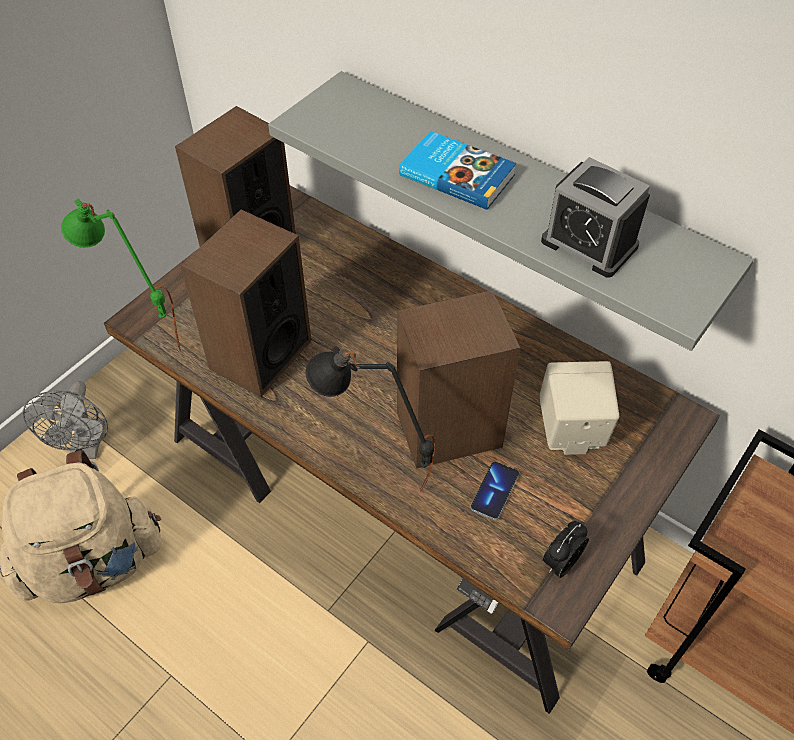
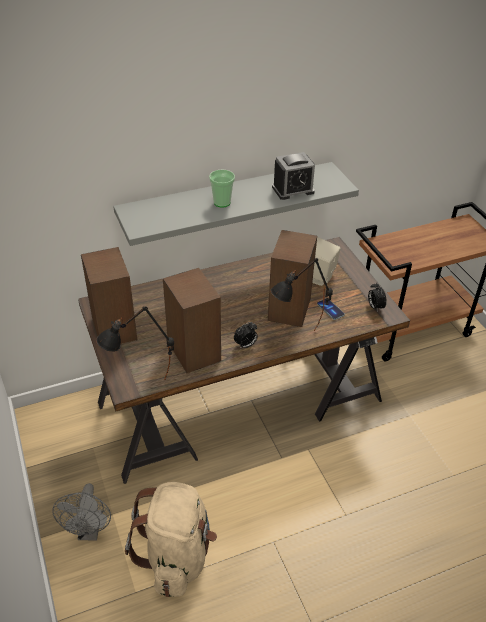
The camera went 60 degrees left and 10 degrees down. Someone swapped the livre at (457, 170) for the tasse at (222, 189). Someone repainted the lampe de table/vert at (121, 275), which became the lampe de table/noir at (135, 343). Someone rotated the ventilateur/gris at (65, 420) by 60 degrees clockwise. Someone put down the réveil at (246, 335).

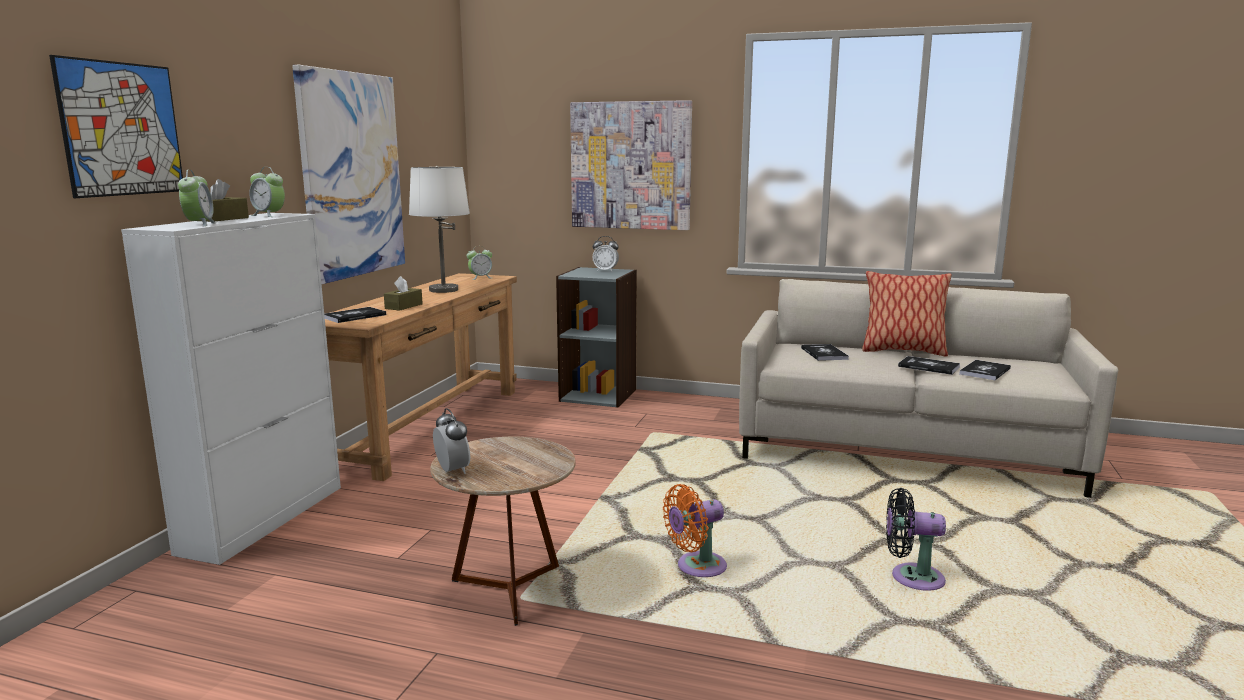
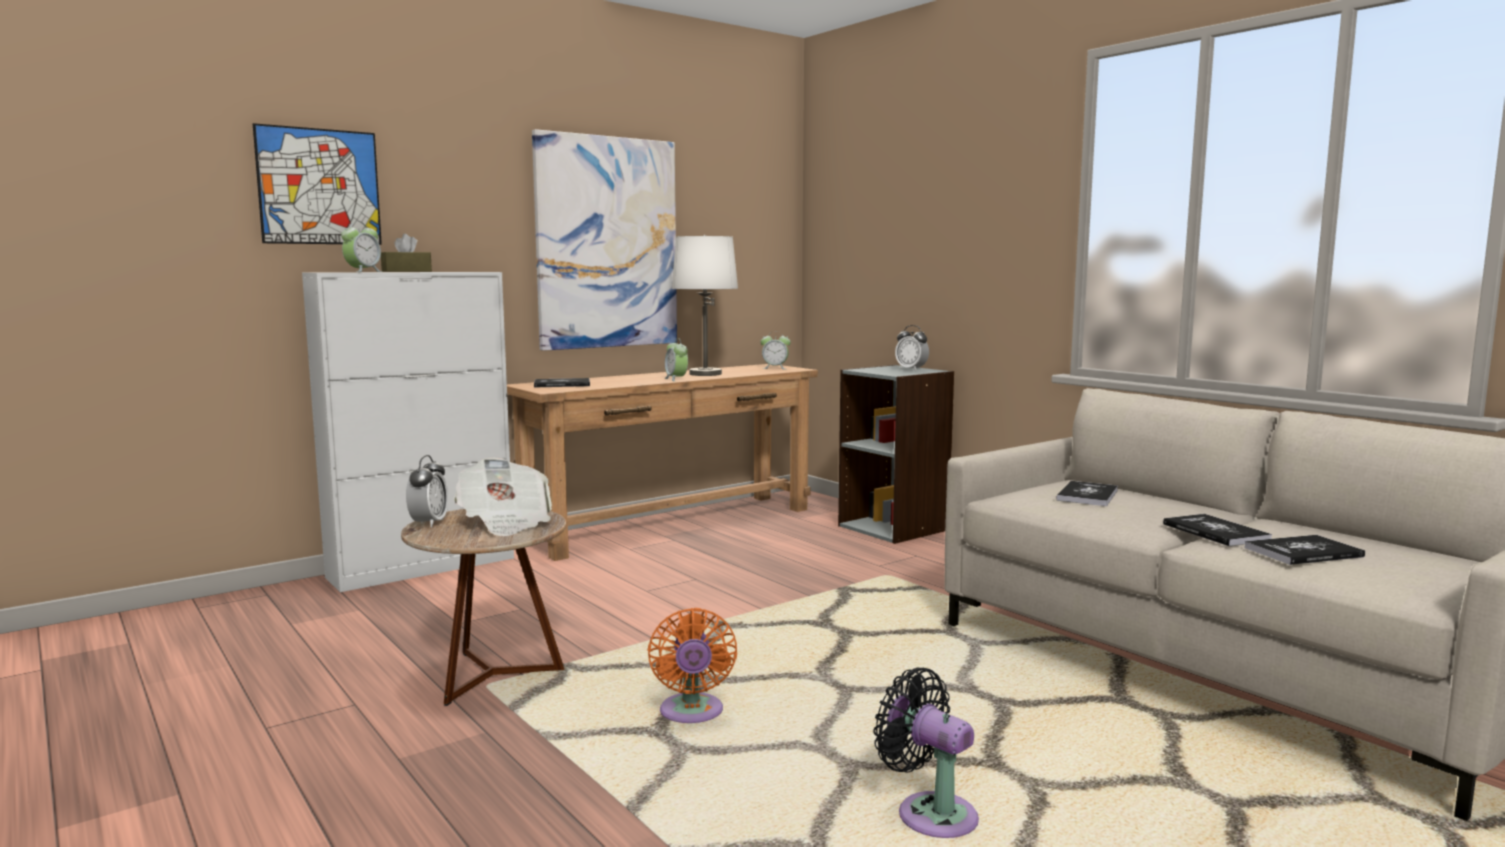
The camera went 35 degrees right and 5 degrees down. Someone took away the tableau at (631, 165). Someone carried the réveil from (267, 192) to (676, 360). Someone took away the coussin at (907, 314). Someone took away the boîte à mouchoirs/marron at (403, 293). Someone rotated the ventilateur/orange at (695, 530) by 105 degrees counterclockwise. Someone put down the journal at (503, 497).

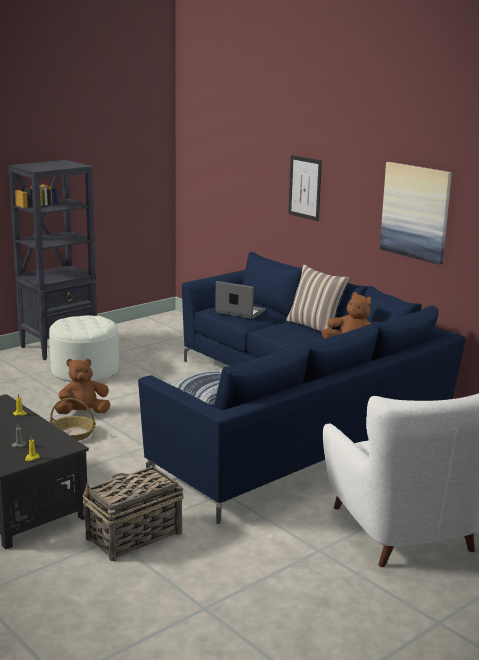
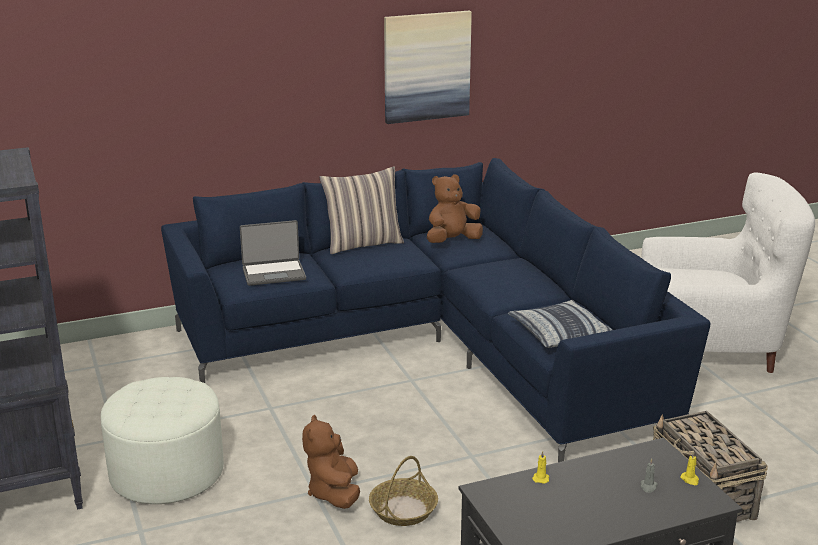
The camera went 70 degrees left and 5 degrees up. Someone took away the tableau at (305, 188). Someone rotated the ordinateur portable at (240, 300) by 150 degrees counterclockwise.

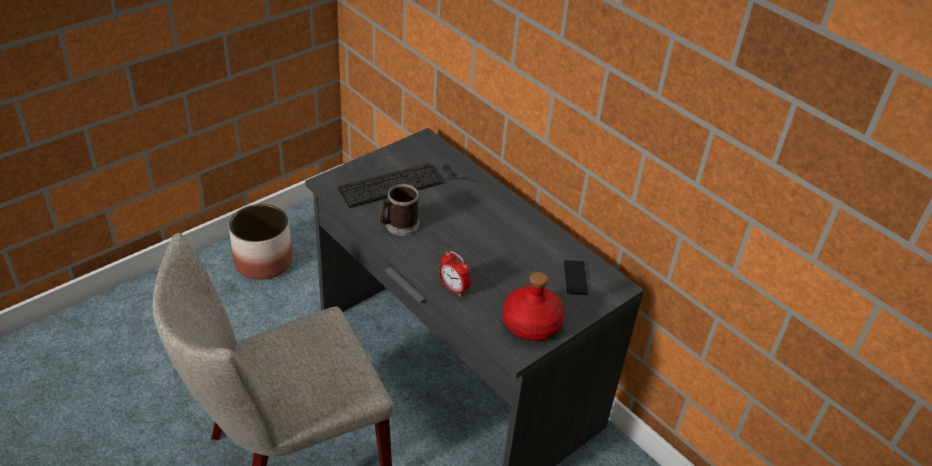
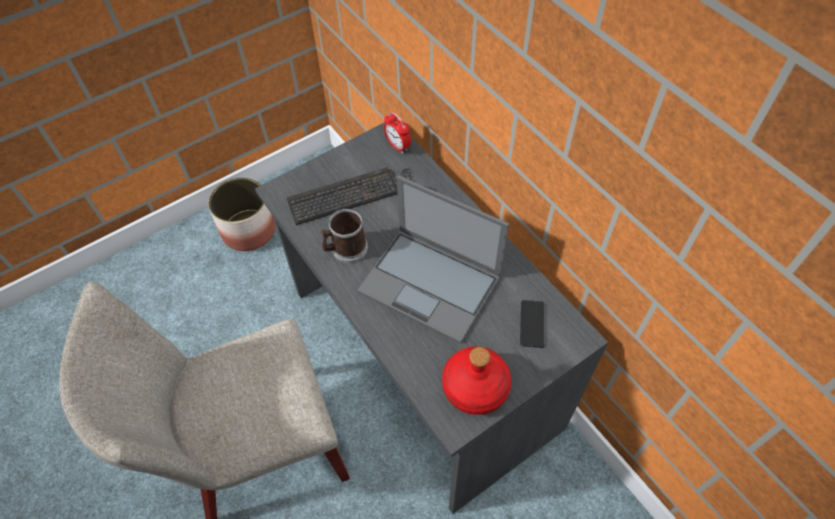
The camera went 10 degrees right and 15 degrees up. Someone carried the réveil from (455, 274) to (397, 133). Someone put down the ordinateur portable at (433, 259).

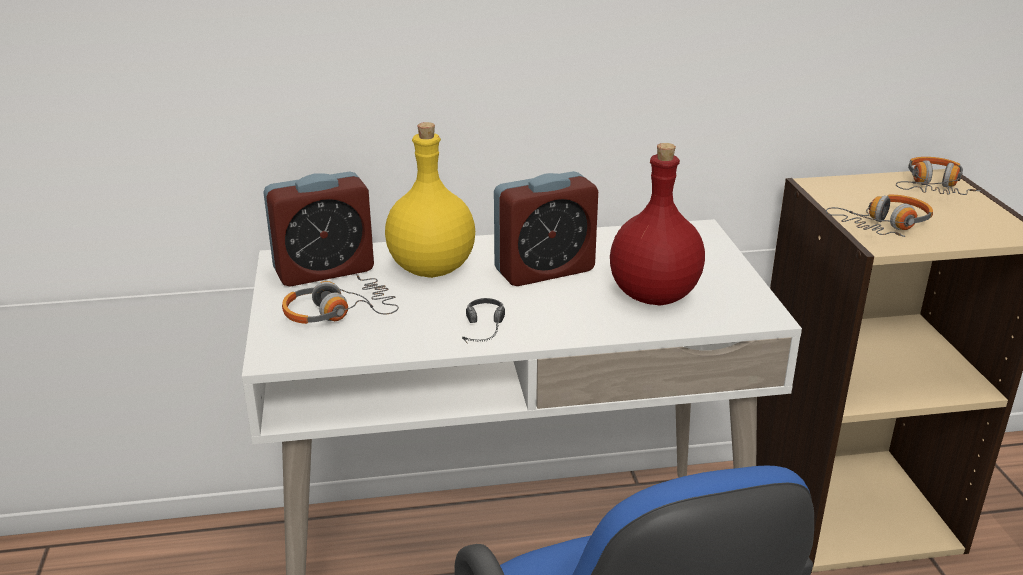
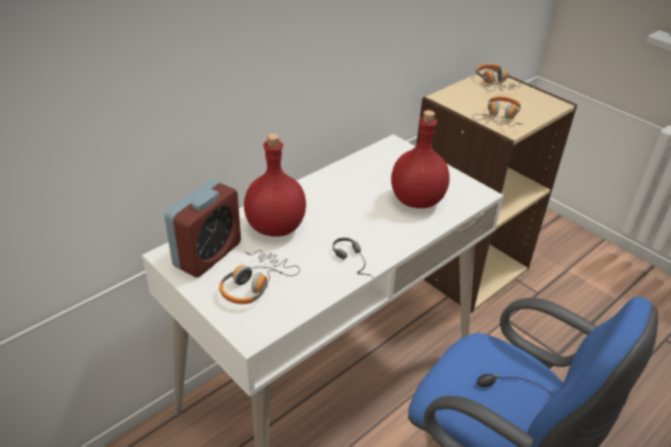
The camera went 35 degrees left and 10 degrees up. Someone repainted the bouteille/jaune at (430, 200), which became the bouteille/rouge at (275, 185). Someone took away the réveil at (546, 228).

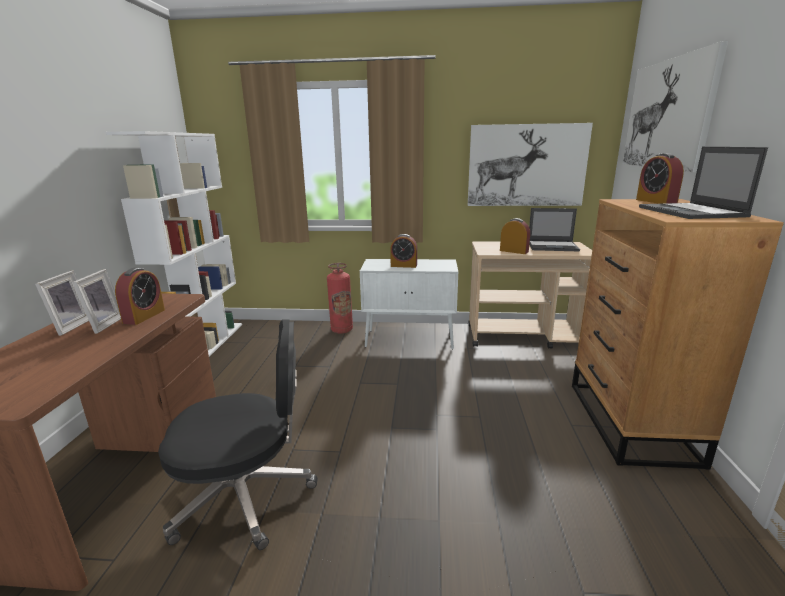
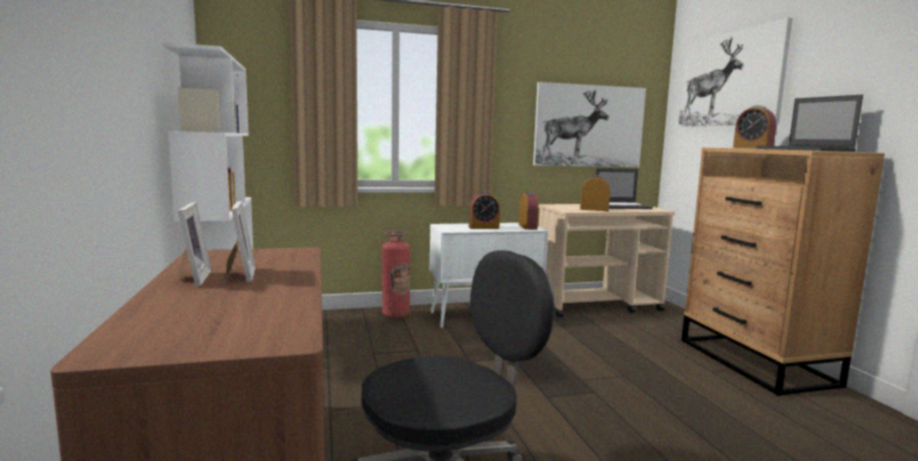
The camera went 20 degrees left and 10 degrees down. Someone carried the réveil from (140, 296) to (529, 211).

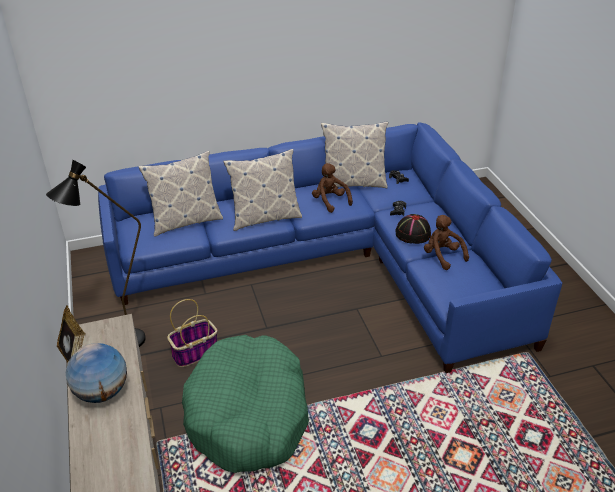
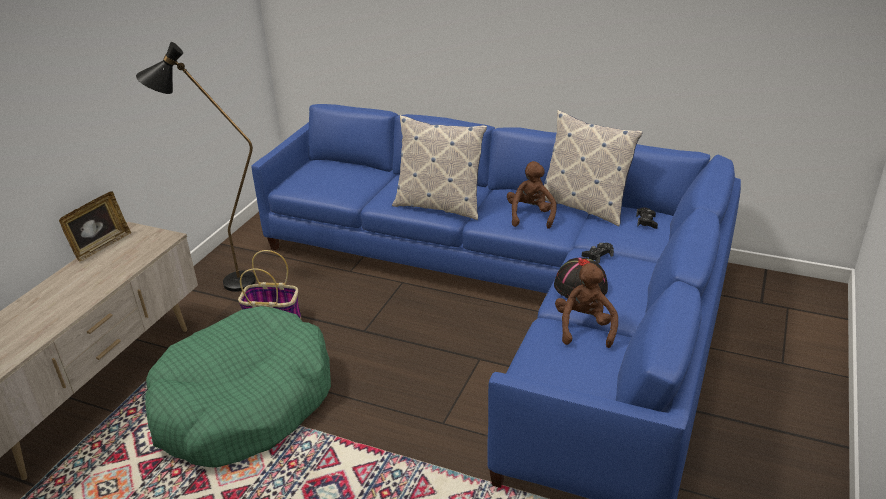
The camera went 40 degrees right and 5 degrees down. Someone took away the coussin at (180, 194). Someone took away the globe at (96, 373).

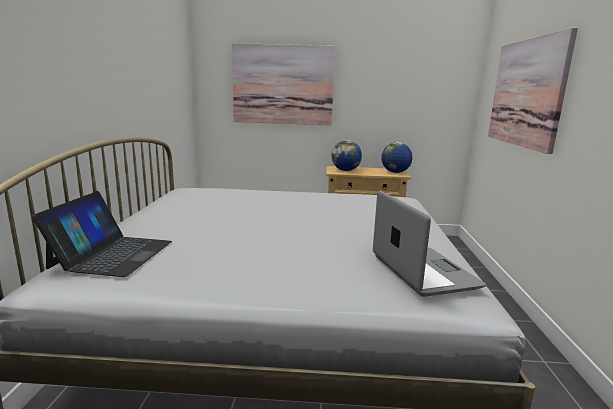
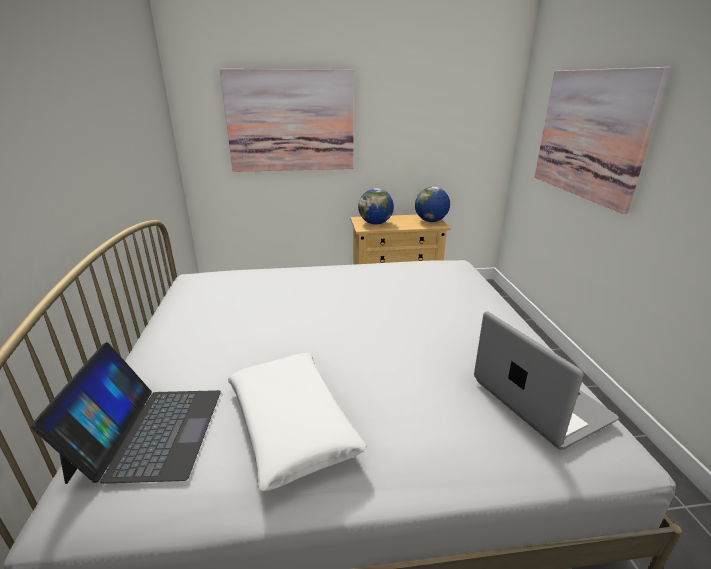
The camera went 10 degrees left and 10 degrees up. Someone put down the coussin/blanc at (297, 422).

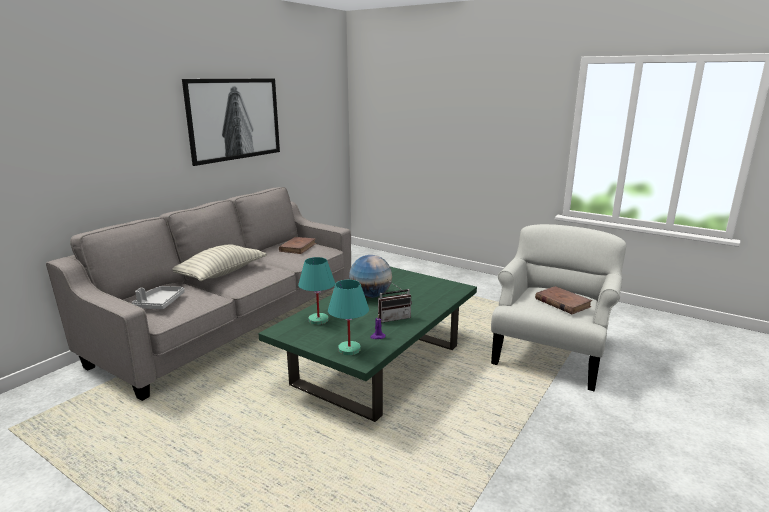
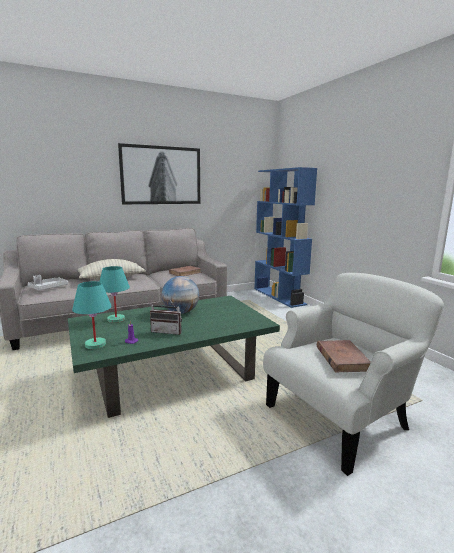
The camera went 30 degrees right and 5 degrees down. Someone put down the bibliothèque/bleu at (285, 237).

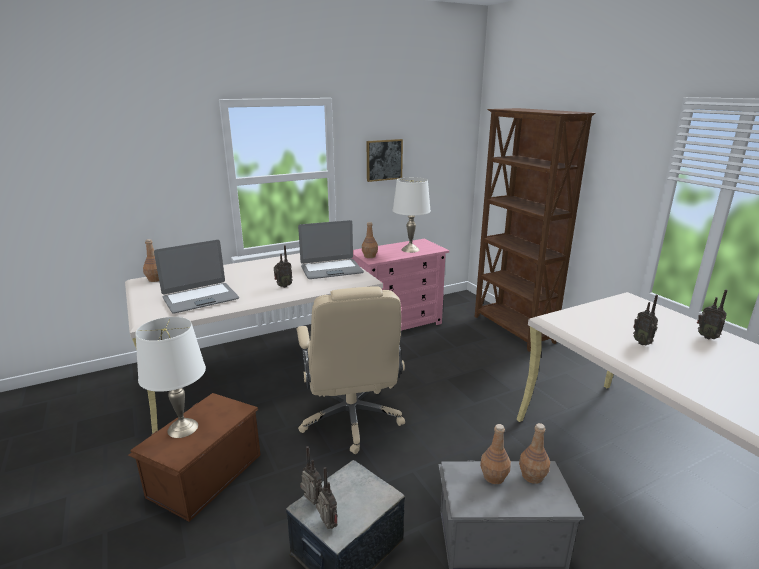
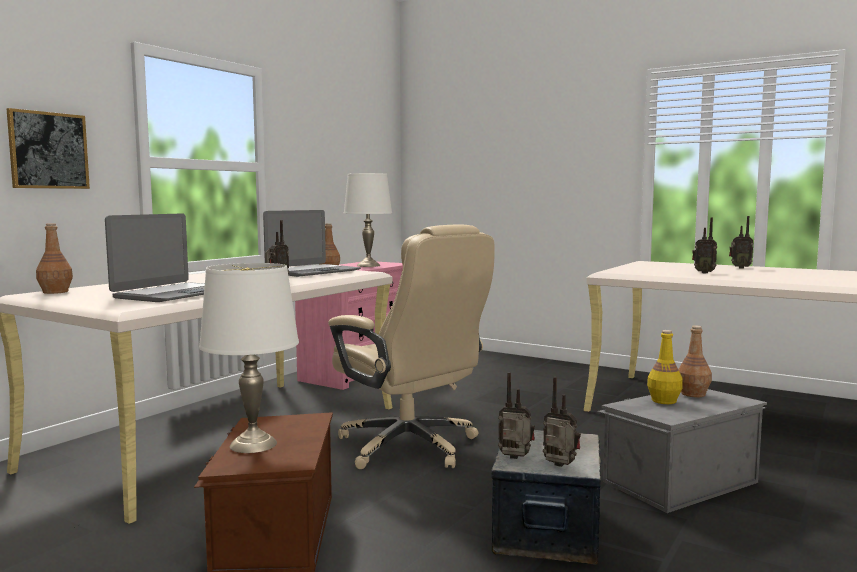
The camera went 30 degrees left and 15 degrees down. Someone took away the bibliothèque/marron at (535, 230). Someone carried the tableau from (385, 160) to (48, 148). Someone repainted the bouteille/marron at (495, 454), which became the bouteille/jaune at (665, 367).

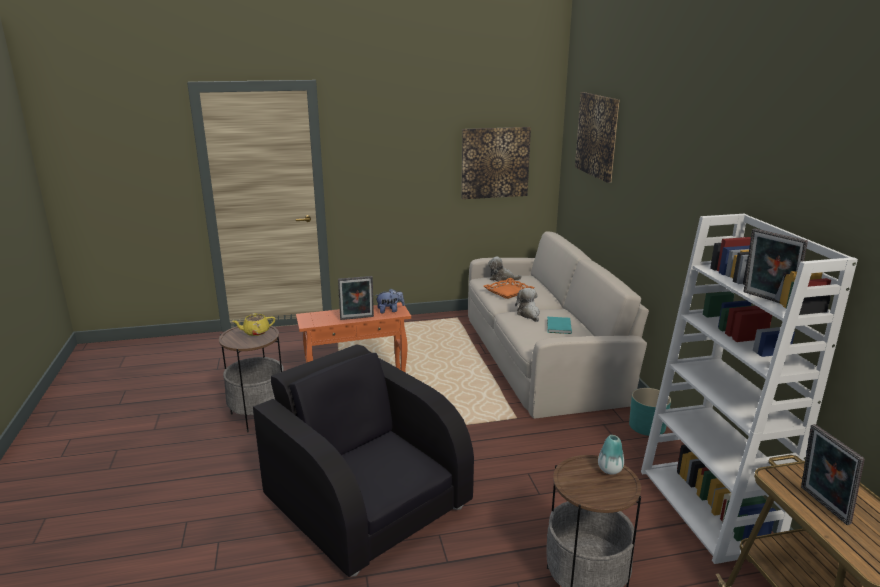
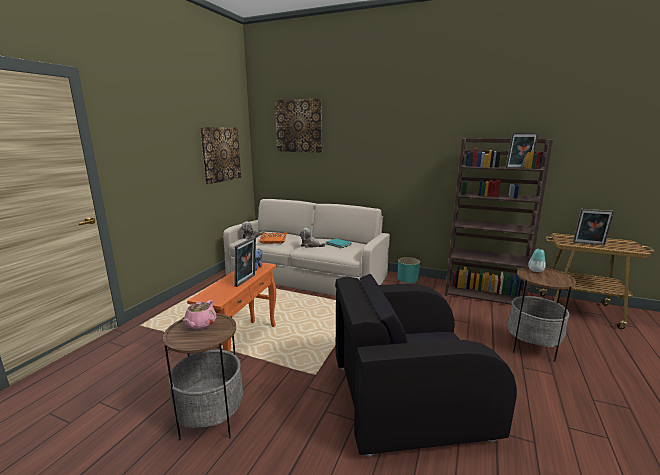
The camera went 55 degrees left and 5 degrees down. Someone repainted the bibliothèque/blanc at (749, 389), which became the bibliothèque/marron at (499, 221). Someone repainted the théière/jaune at (253, 324), which became the théière/rose at (200, 314).

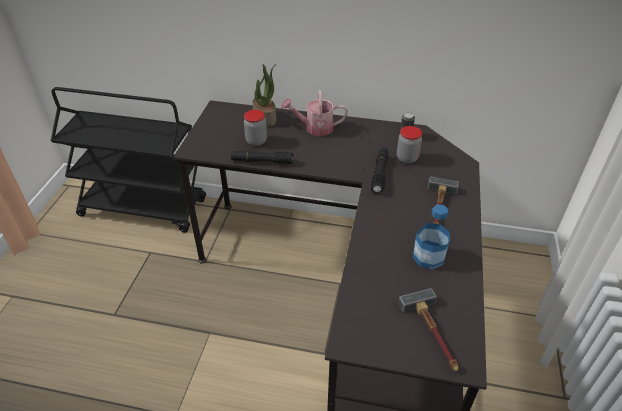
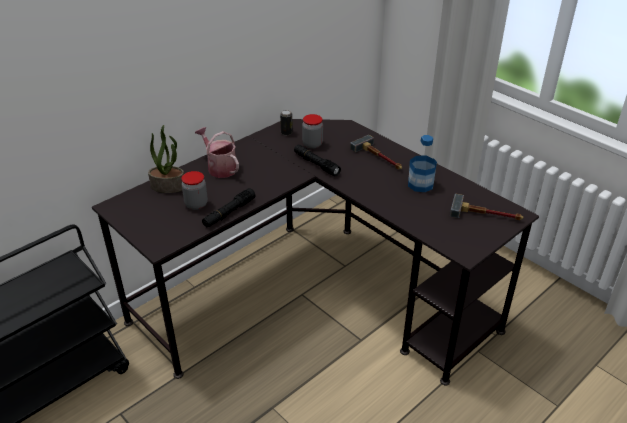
The camera went 55 degrees left and 5 degrees down. Someone rotated the arrosoir at (314, 113) by 105 degrees clockwise.

